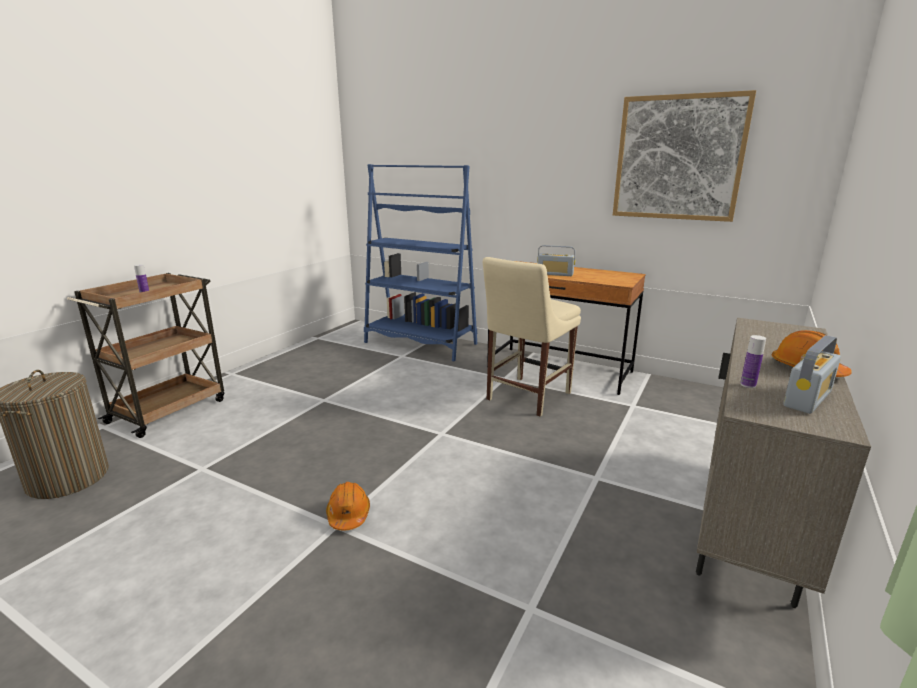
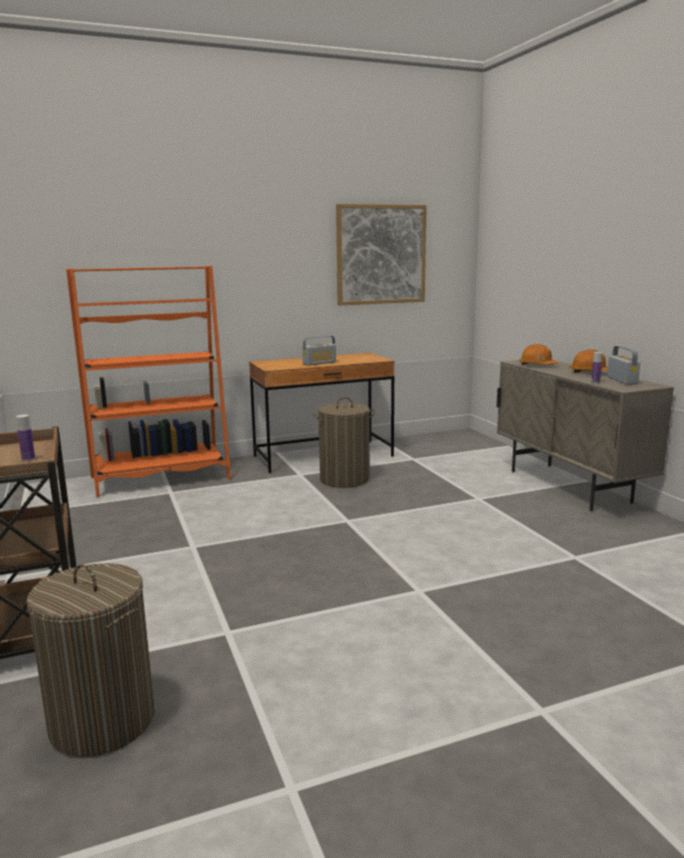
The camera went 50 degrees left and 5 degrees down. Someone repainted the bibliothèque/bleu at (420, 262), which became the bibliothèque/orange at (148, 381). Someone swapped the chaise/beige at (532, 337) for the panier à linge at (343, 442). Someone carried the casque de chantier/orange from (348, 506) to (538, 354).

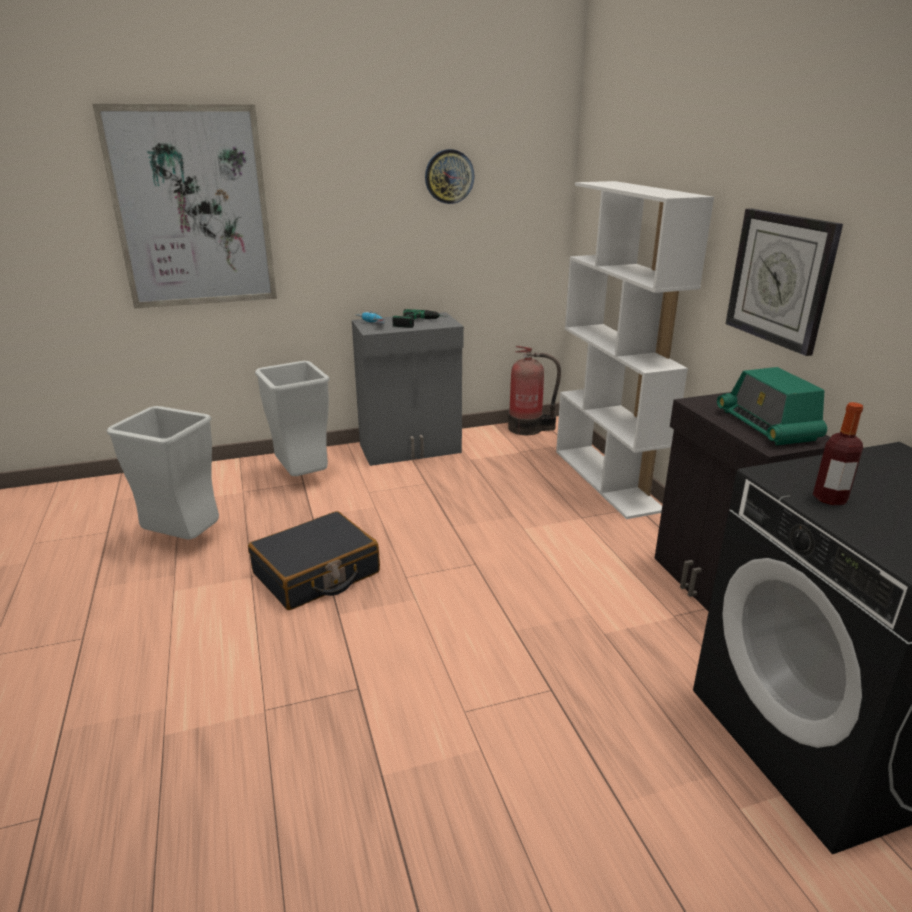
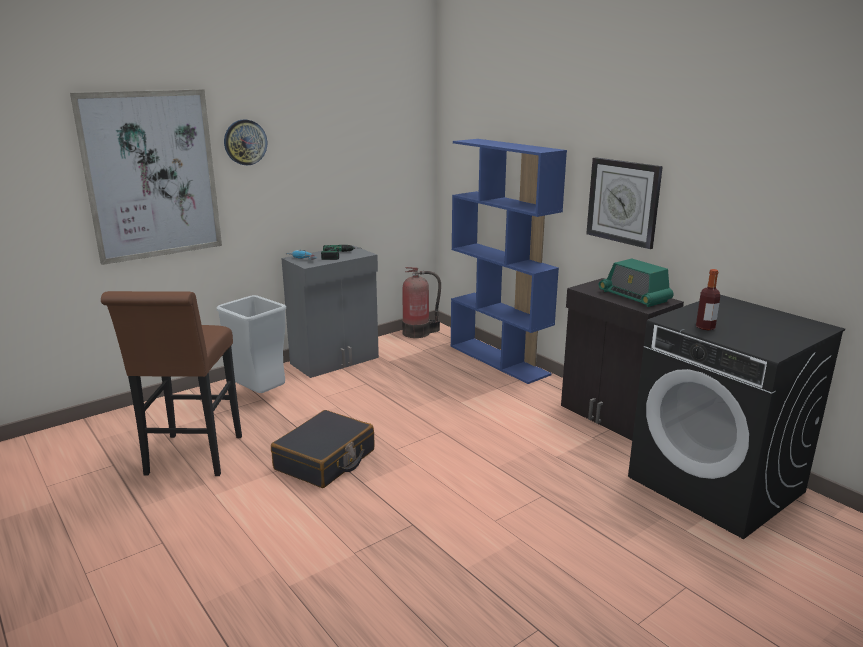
The camera went 20 degrees left and 5 degrees down. Someone carried the horloge murale from (449, 176) to (245, 142). Someone repainted the bibliothèque/blanc at (635, 350), which became the bibliothèque/bleu at (509, 261). Someone swapped the poubelle/gris at (163, 473) for the tabouret/marron at (171, 383).

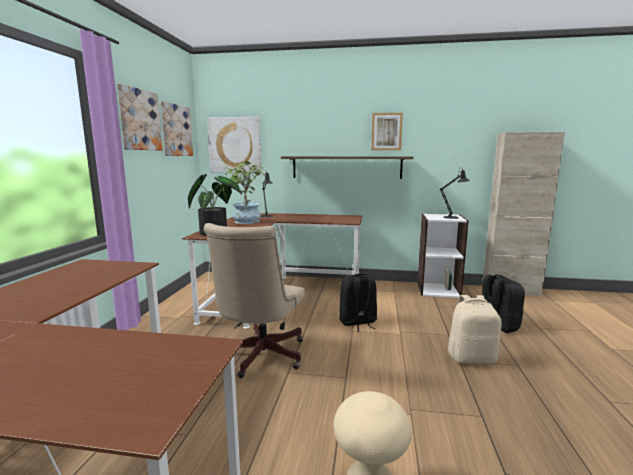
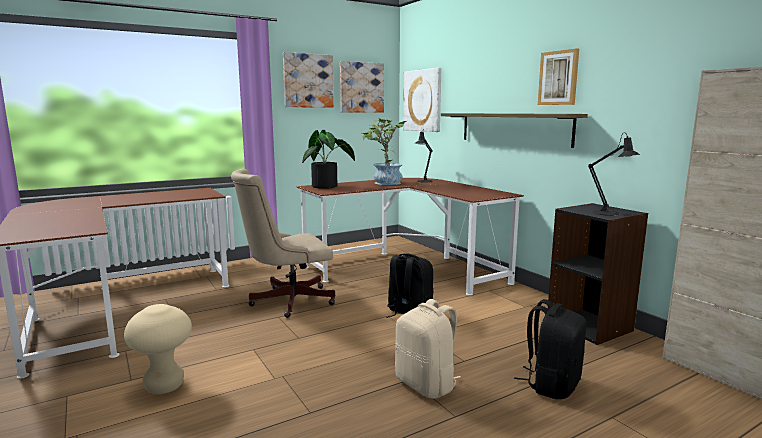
The camera went 50 degrees right and 0 degrees up. Someone repainted the bibliothèque/blanc at (442, 256), which became the bibliothèque/noir at (598, 274).

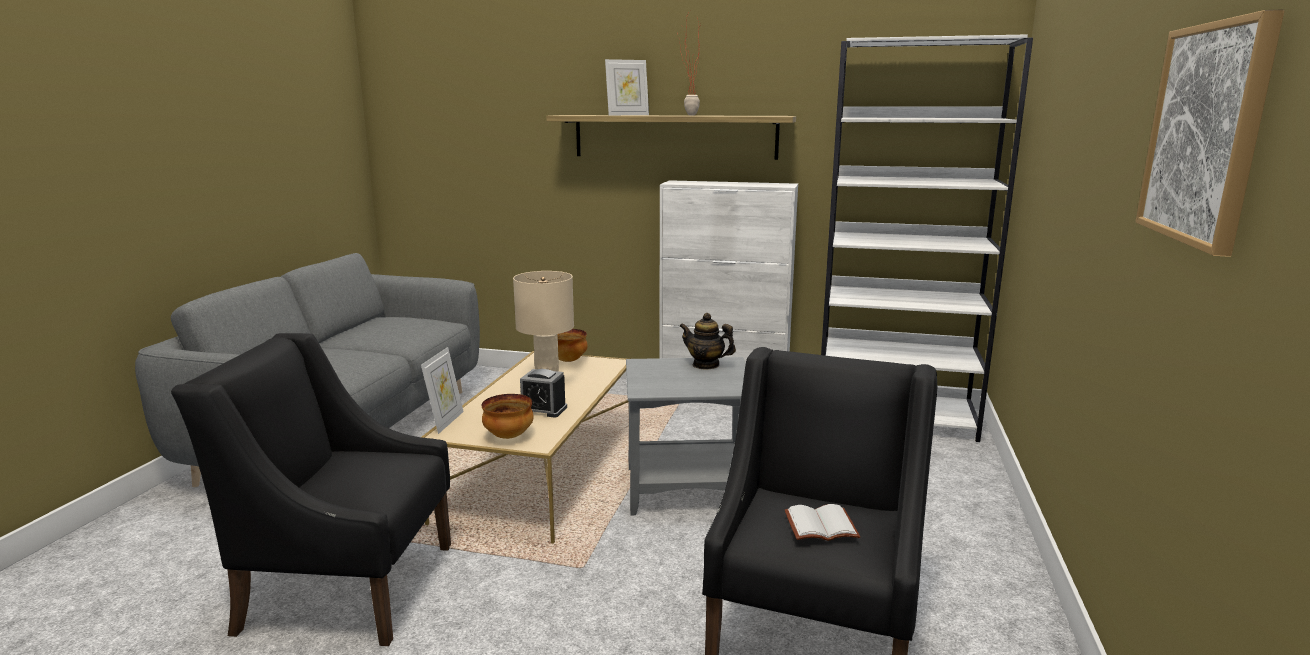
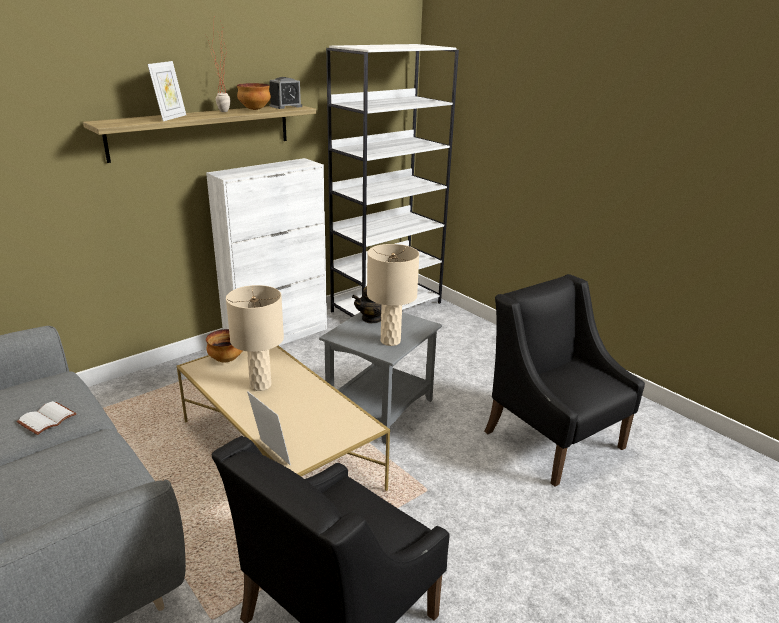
The camera went 55 degrees left and 10 degrees up. Someone took away the tableau at (1210, 133). Someone carried the réveil from (543, 393) to (286, 93). Someone carried the bol from (508, 416) to (254, 96). Someone carried the livre/blanc from (822, 522) to (46, 418). Someone put down the lampe de table/beige at (393, 295).

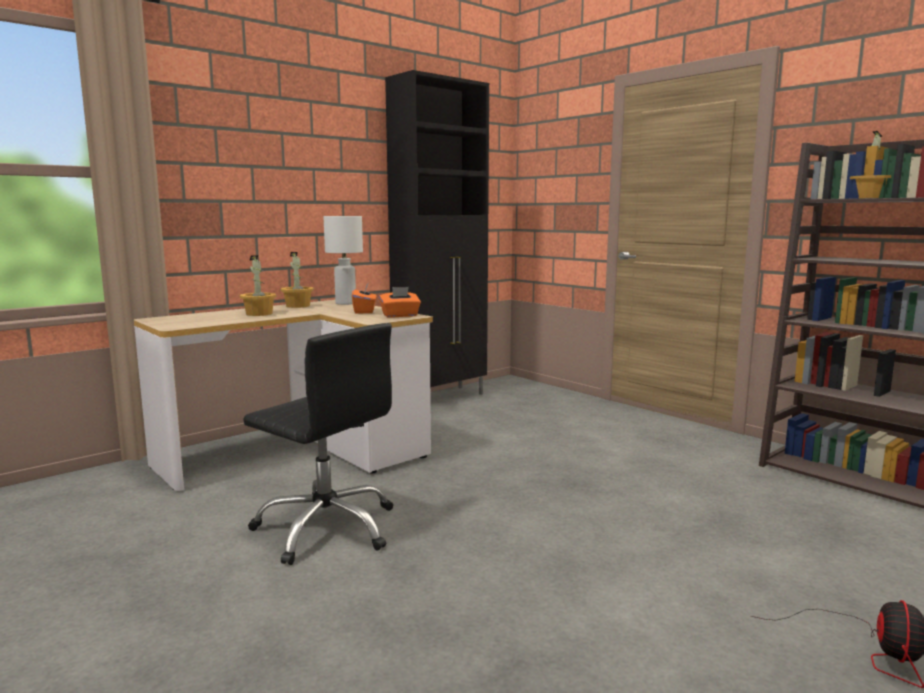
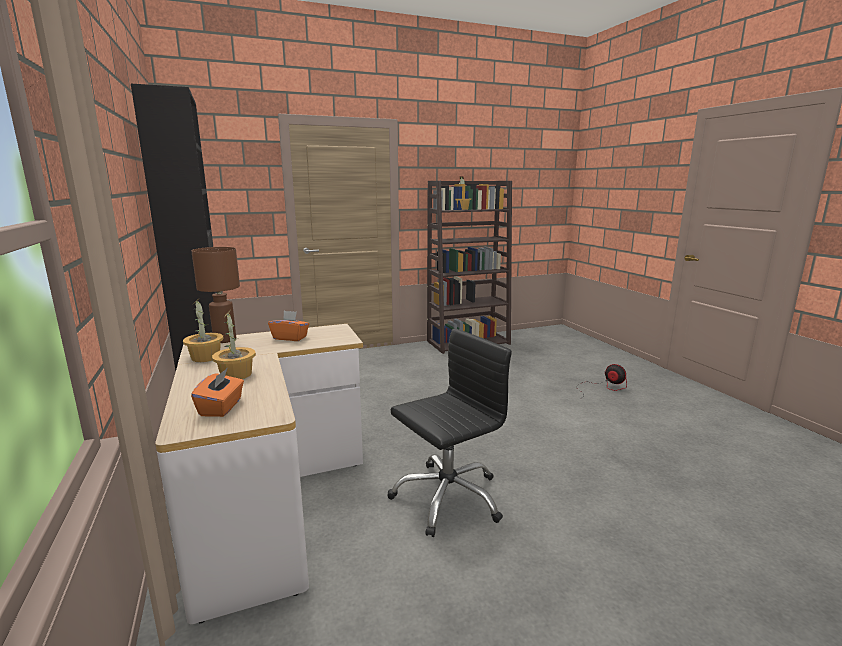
The camera went 70 degrees left and 5 degrees up. Someone repainted the lampe de table/blanc at (343, 260), which became the lampe de table/marron at (215, 295). Someone carried the boîte à mouchoirs/orange from (400, 302) to (217, 392).

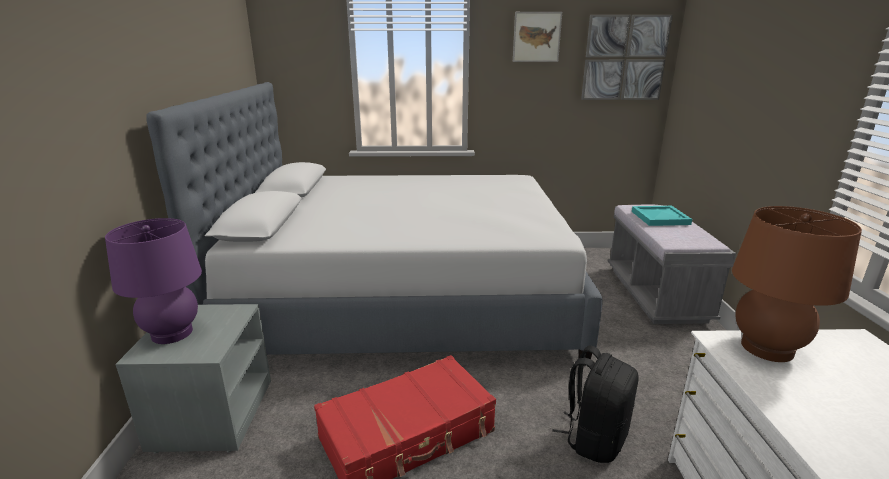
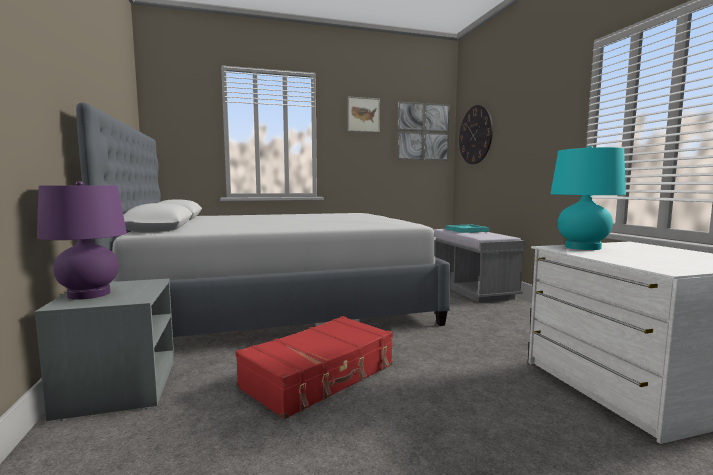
The camera went 15 degrees left and 15 degrees down. Someone repainted the lampe de table/marron at (797, 284), which became the lampe de table/turquoise at (588, 198). Someone took away the sac à dos/noir at (595, 404). Someone put up the horloge murale at (476, 134).

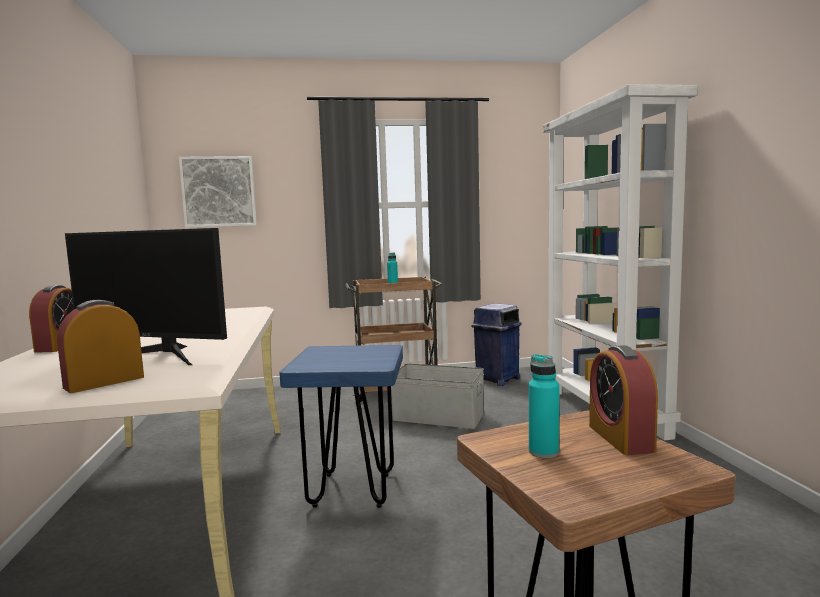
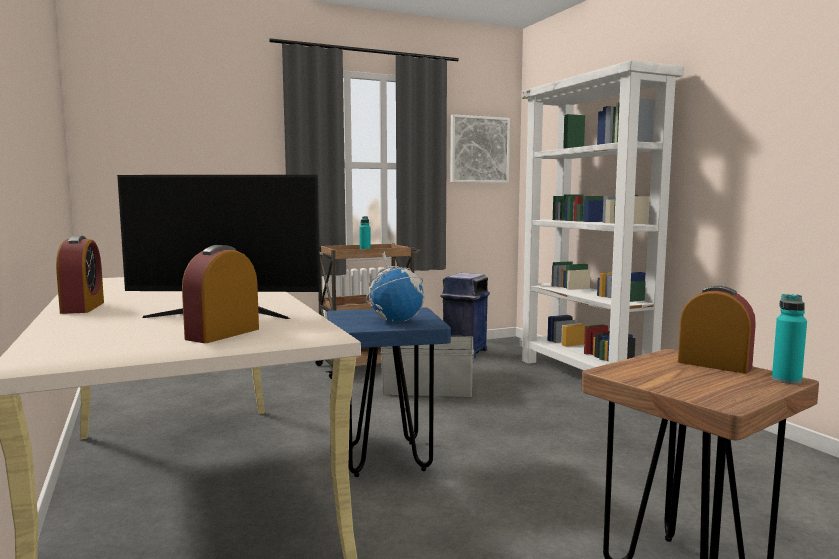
The camera went 15 degrees left and 0 degrees up. Someone carried the tableau from (218, 192) to (480, 148). Someone rotated the réveil at (623, 400) by 150 degrees clockwise. Someone carried the bouteille/turquoise from (544, 406) to (789, 339). Someone put down the globe at (395, 286).

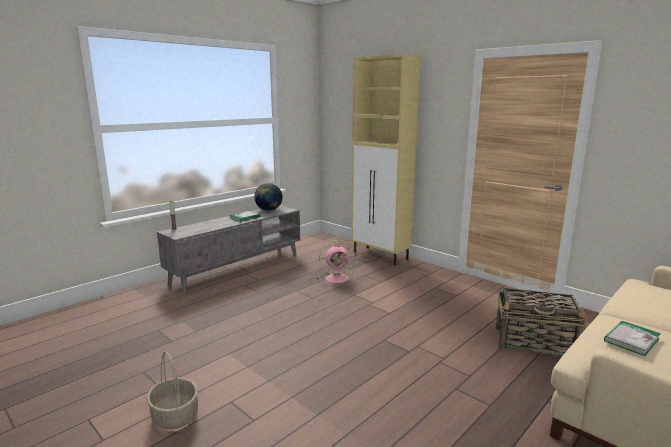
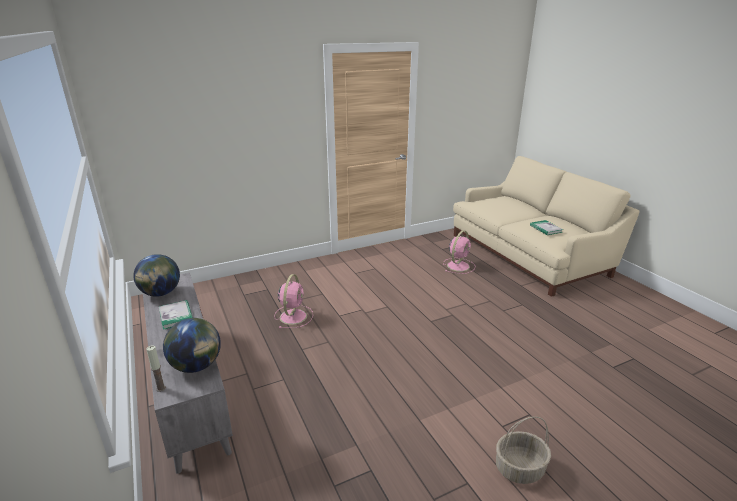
The camera went 70 degrees left and 10 degrees up. Someone took away the meuble de rangement/beige at (386, 159). Someone swapped the panier at (541, 322) for the ventilateur/rose at (459, 252). Someone put down the globe at (192, 345).

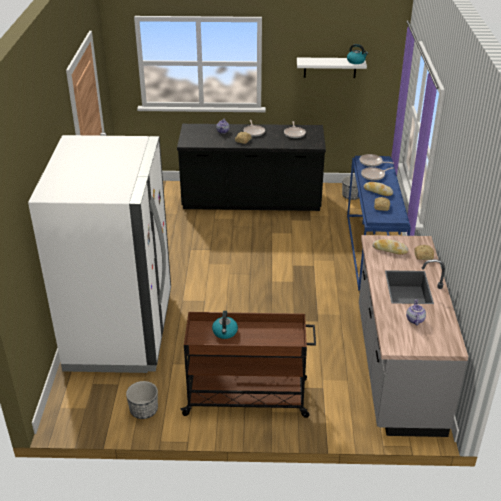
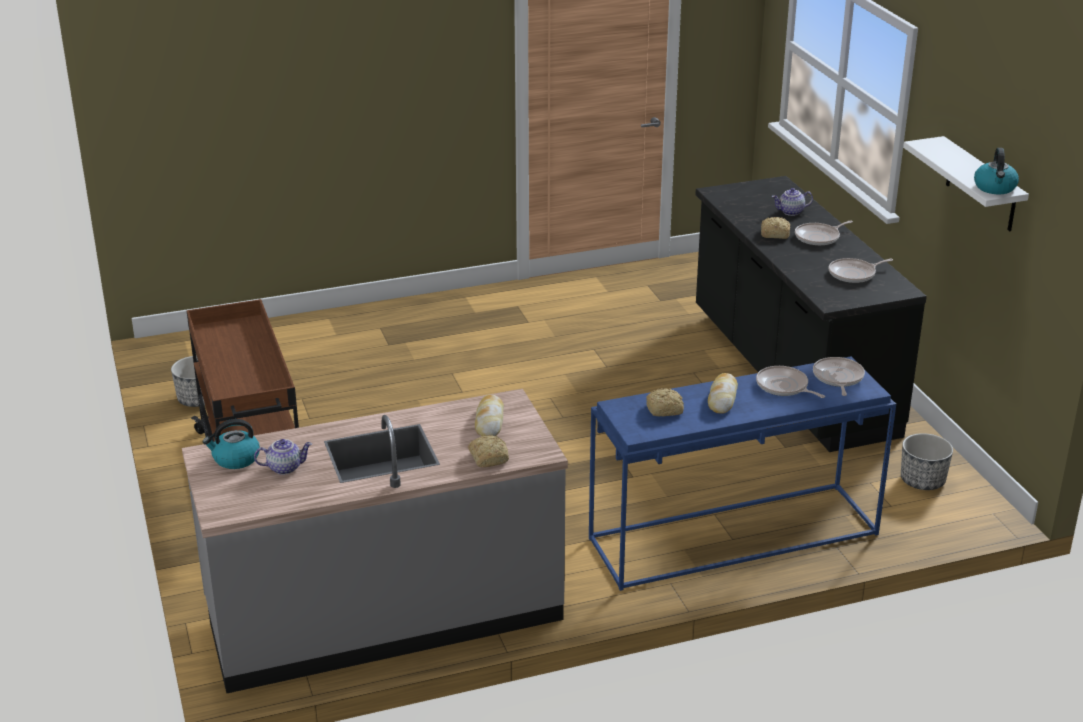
The camera went 70 degrees right and 5 degrees down. Someone took away the réfrigérateur/blanc at (99, 254). Someone carried the bouilloire from (225, 325) to (231, 444).

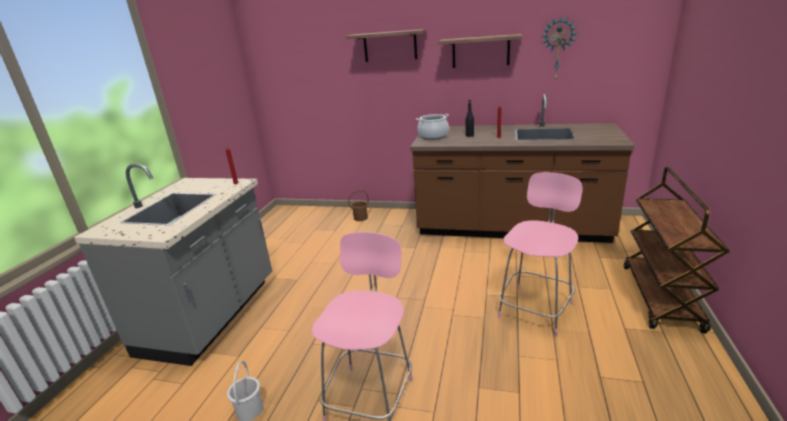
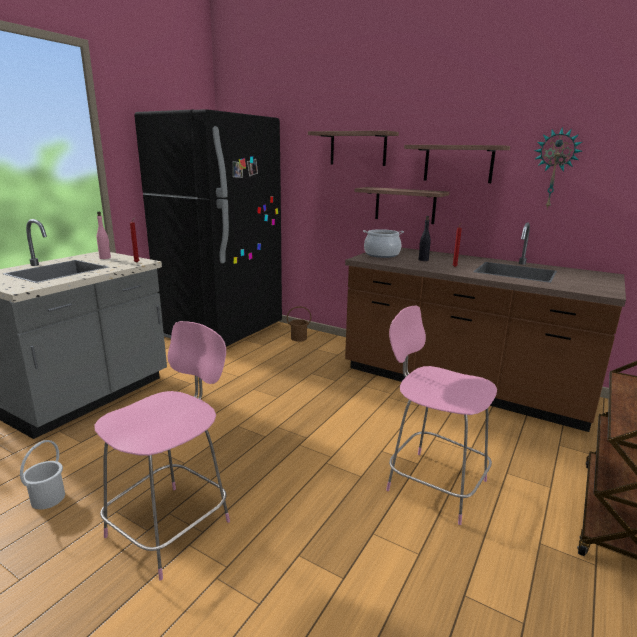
The camera went 15 degrees right and 5 degrees down. Someone rotated the chaise/rose at (540, 254) by 105 degrees counterclockwise. Someone put down the réfrigérateur/noir at (208, 228). Someone put up the étagère at (402, 205). Someone put down the bouteille/rose at (104, 235).

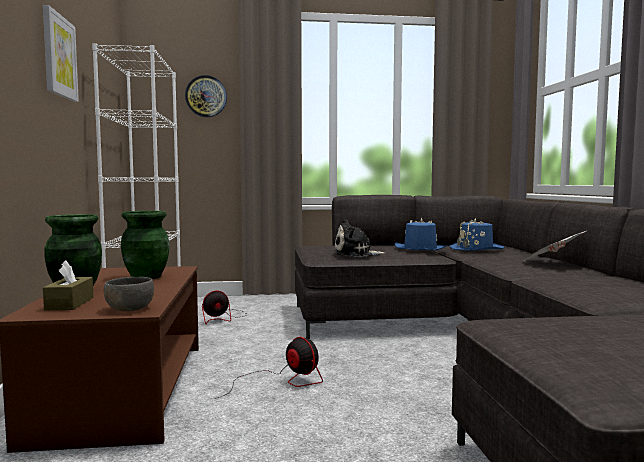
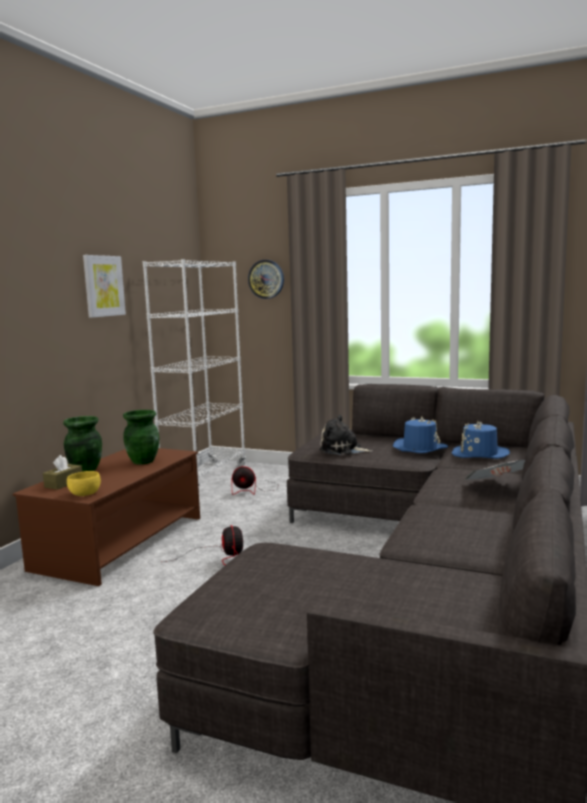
The camera went 30 degrees right and 5 degrees up. Someone repainted the bol/gris at (129, 294), which became the bol/jaune at (84, 483).

